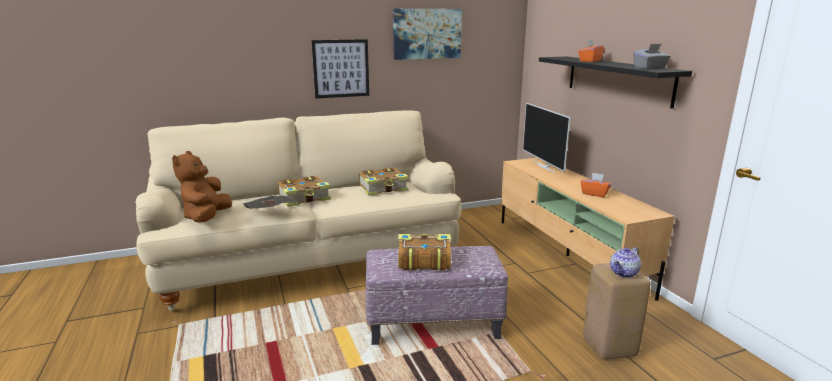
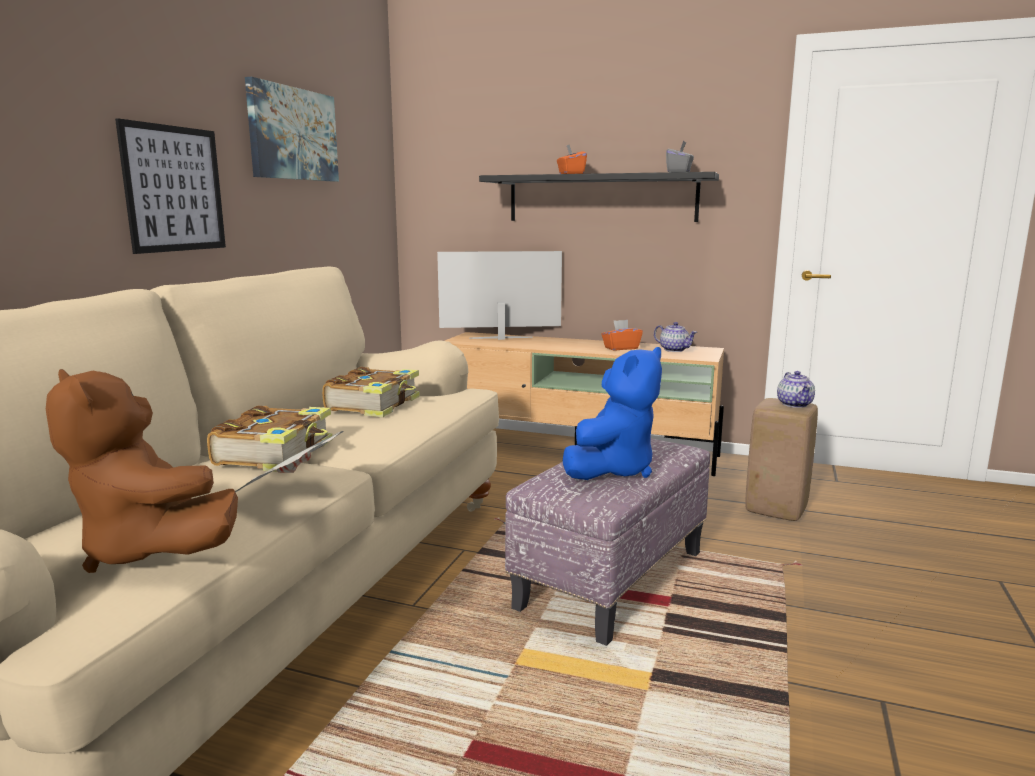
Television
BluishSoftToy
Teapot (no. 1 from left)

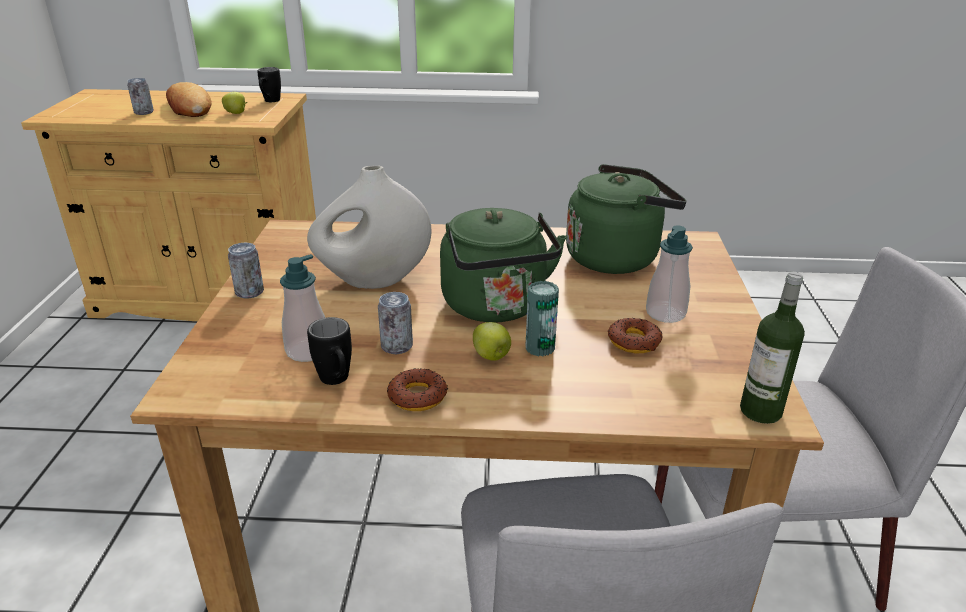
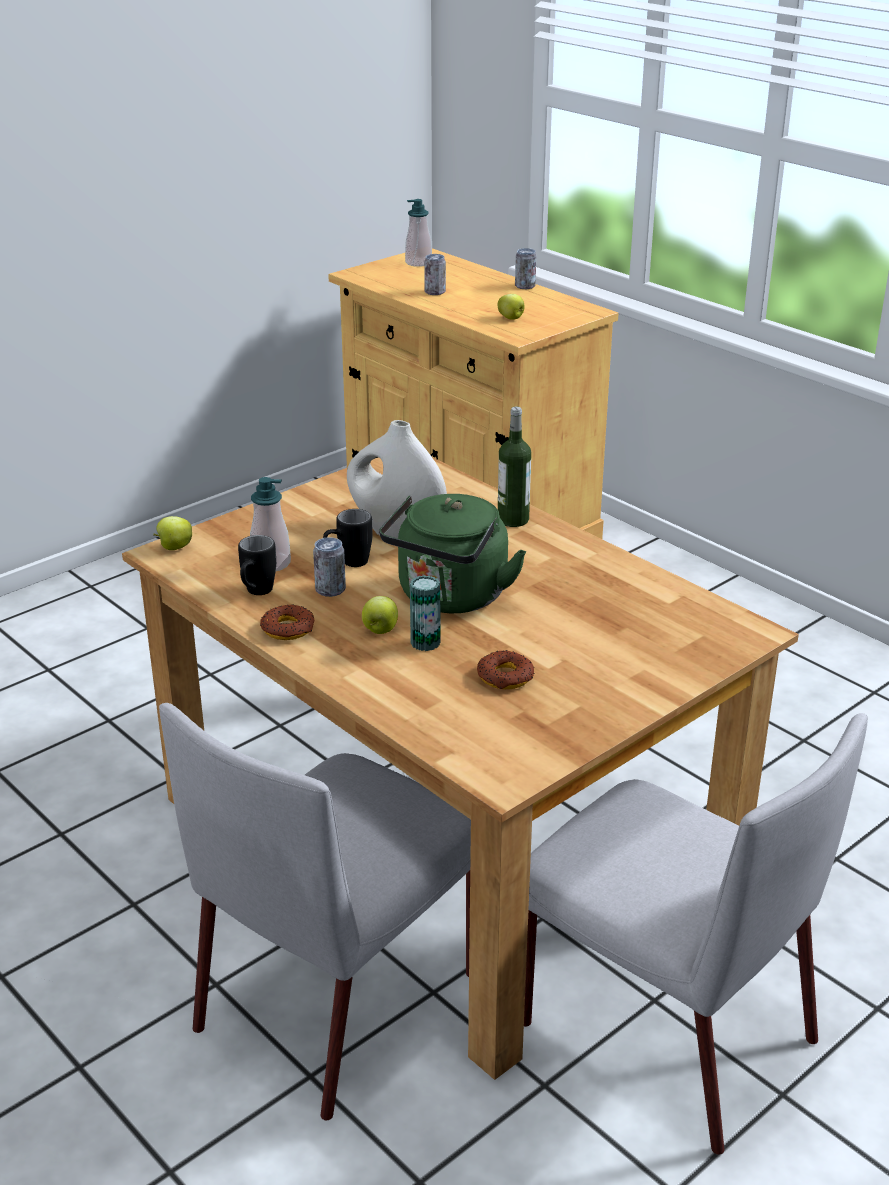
Apple (no. 1 from left)
BlackCoffeeMug (no. 2 from left)
LiquidSoapBottle (no. 2 from left)
BeverageBottle
SealedCan (no. 4 from left)
Bread
GreenTeaKettle (no. 2 from left in the first image)

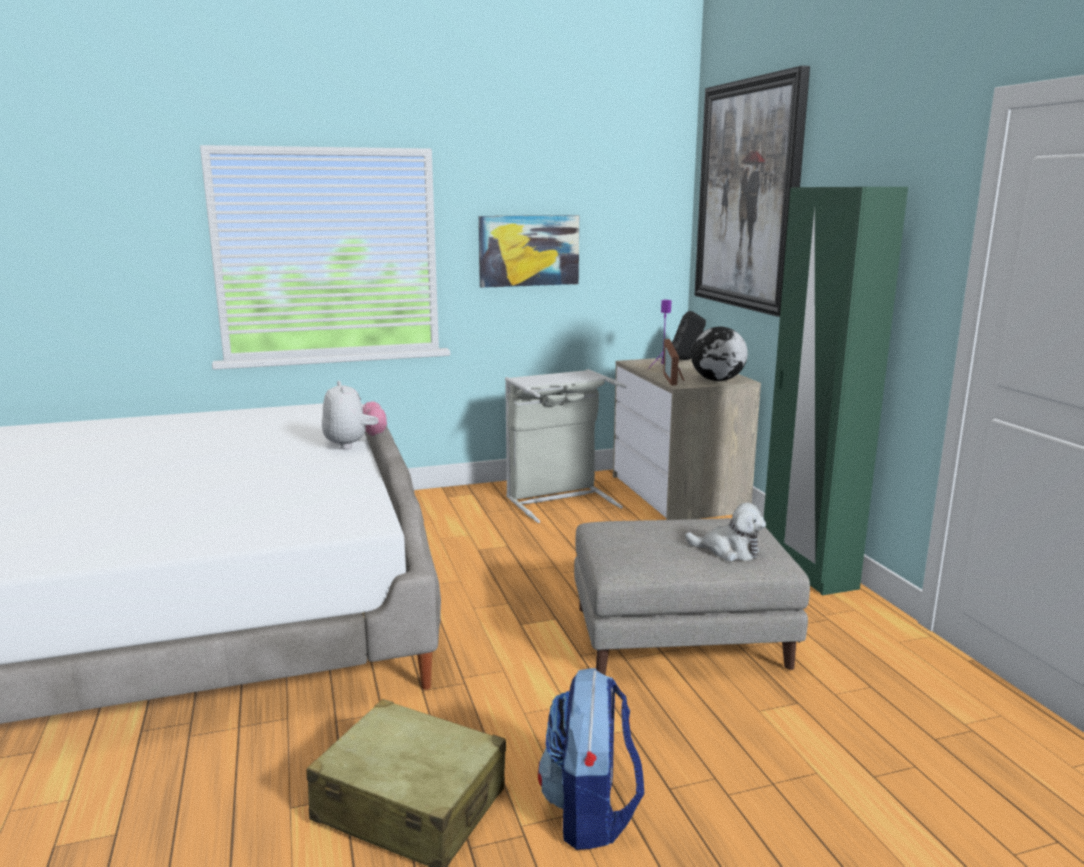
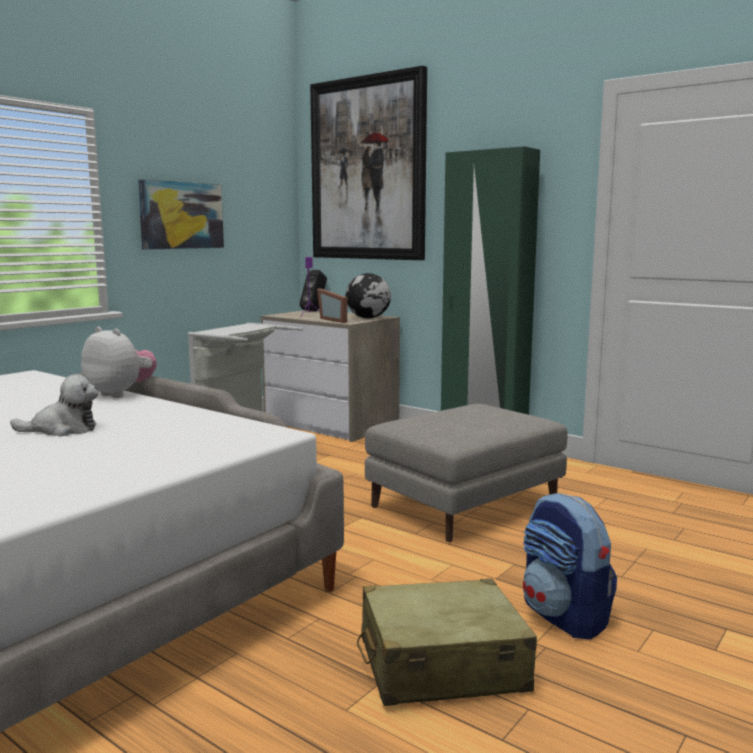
SoftToy (no. 1 from left)

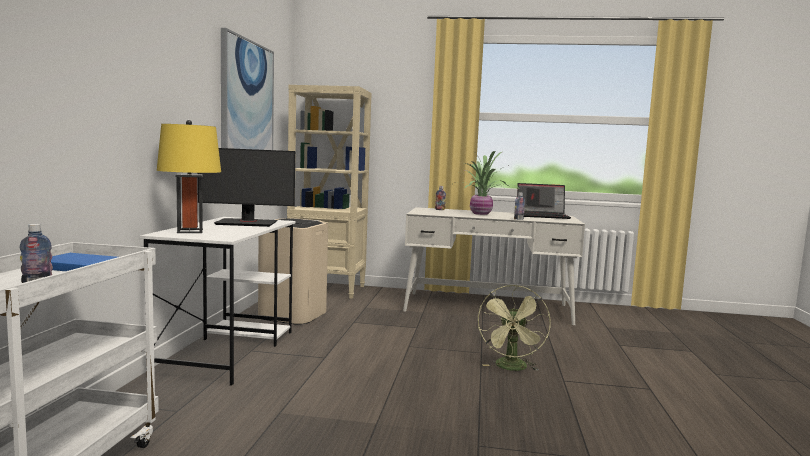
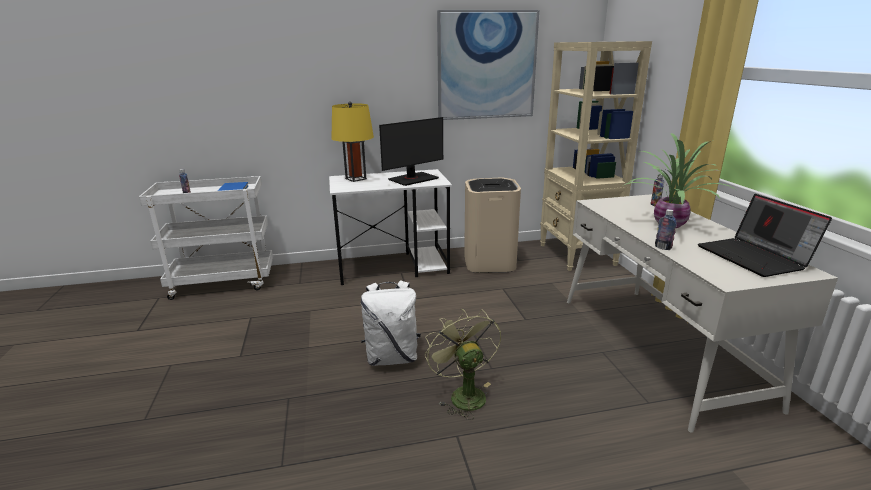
WhiteColouredKnapsack
ComputerDisplay
GreenFan

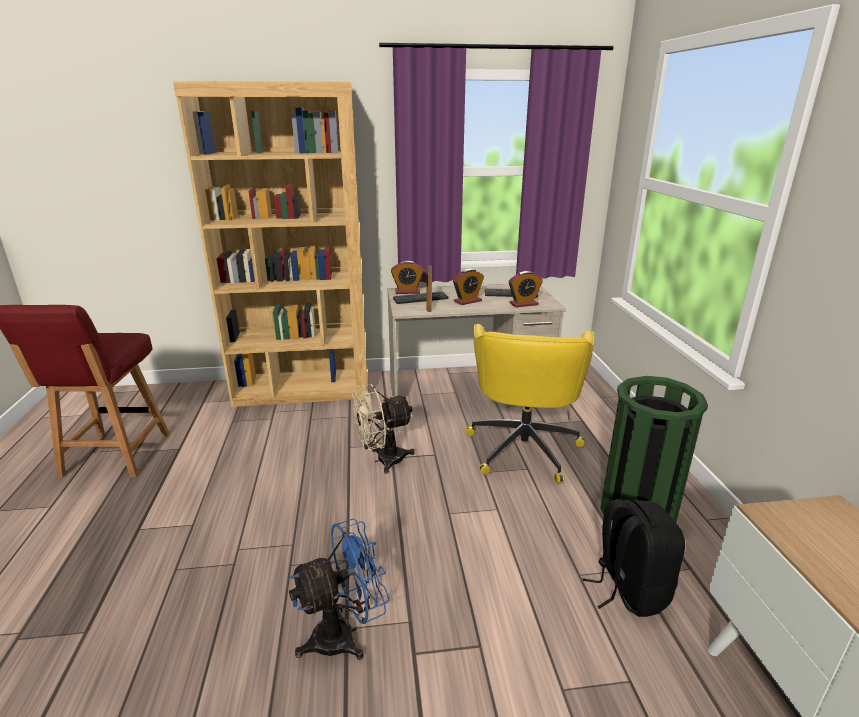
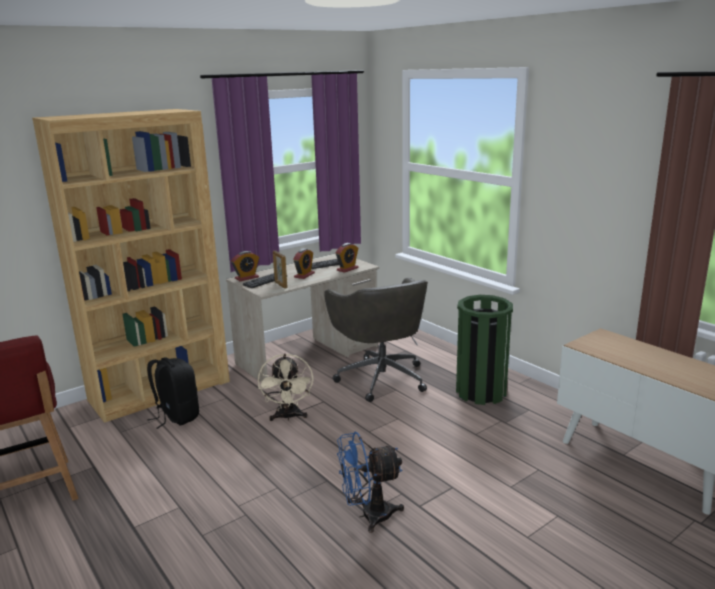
BlackKnapsack
BeigeFan
GrayComputerChair
BluishFan

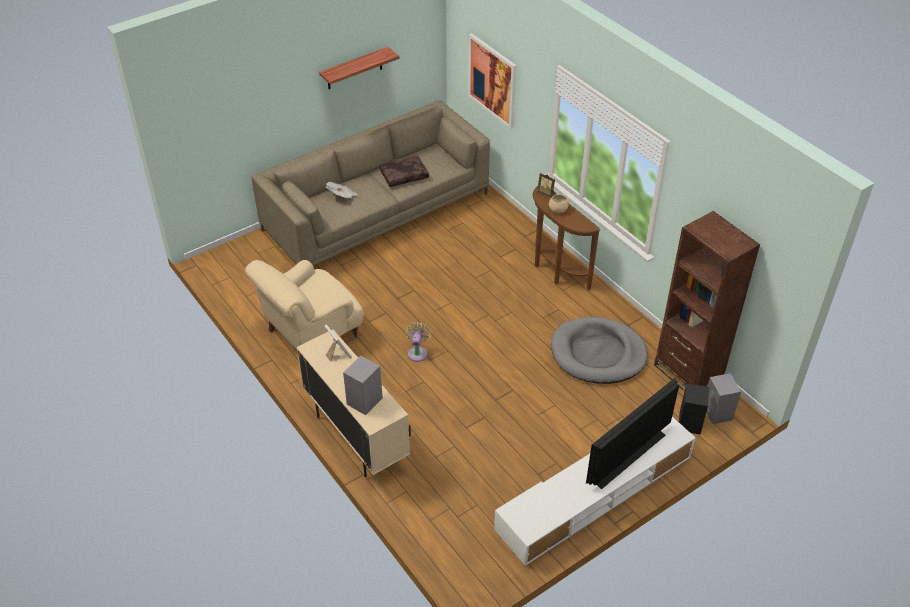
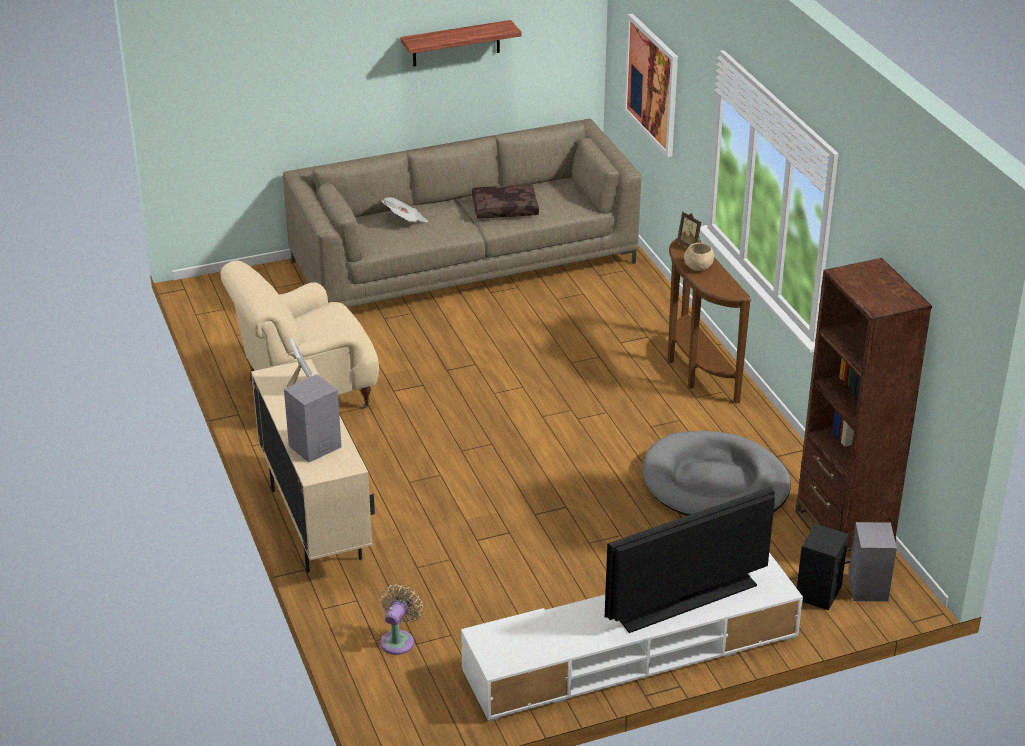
BeigeFan

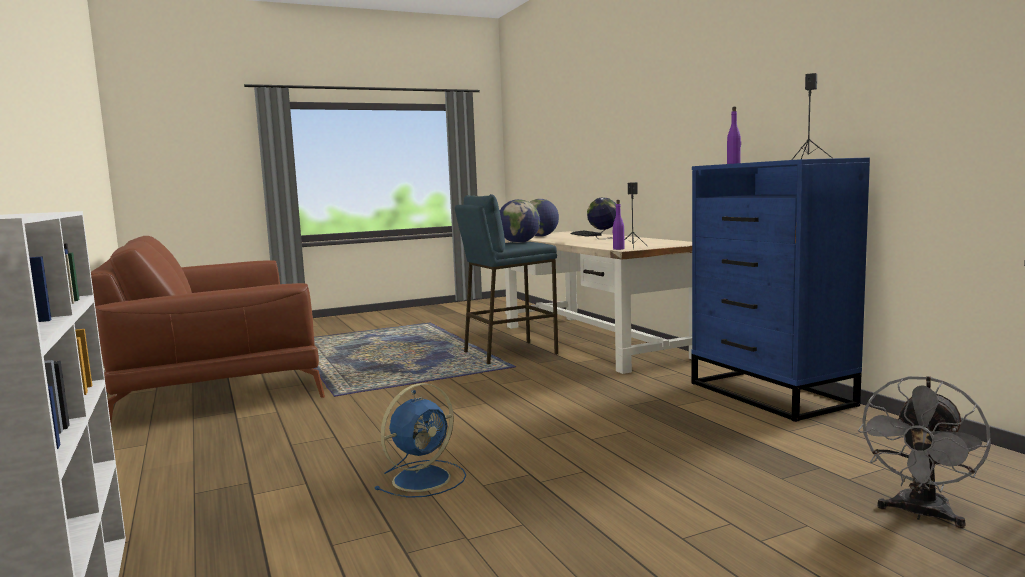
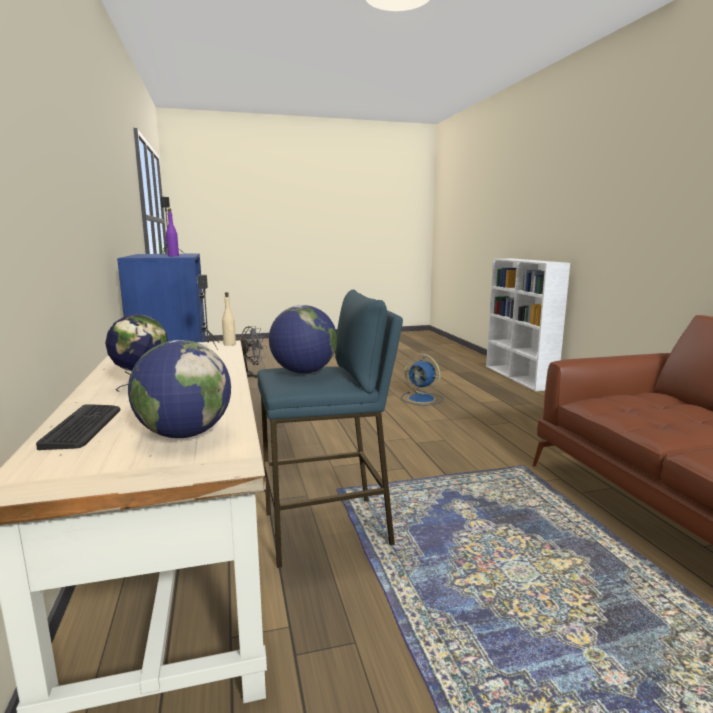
BeigeBeverageBottle
BluishFan

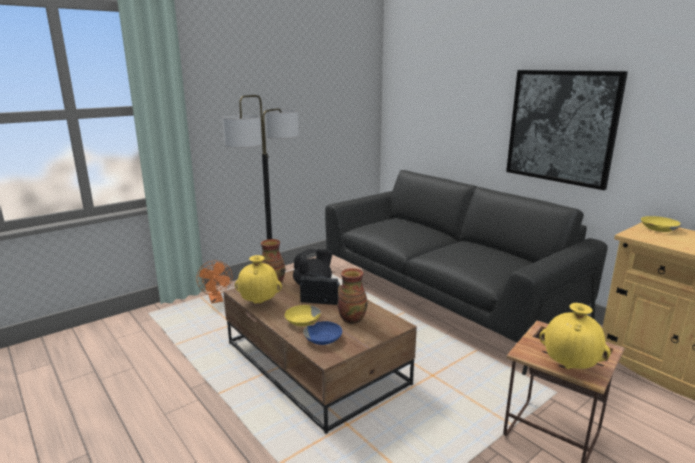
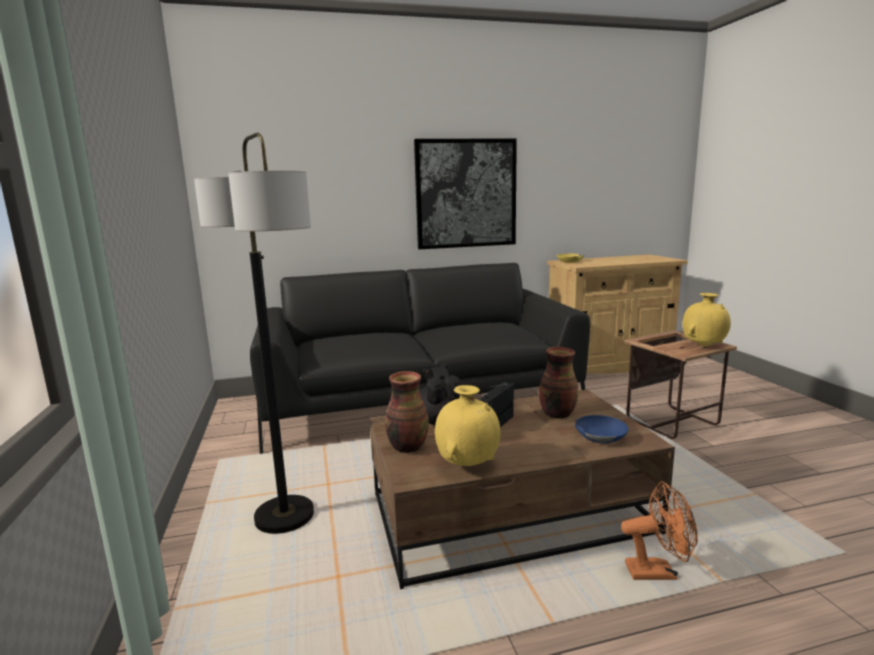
OrangeyFan
YellowishDeepDish (no. 1 from left in the first image)

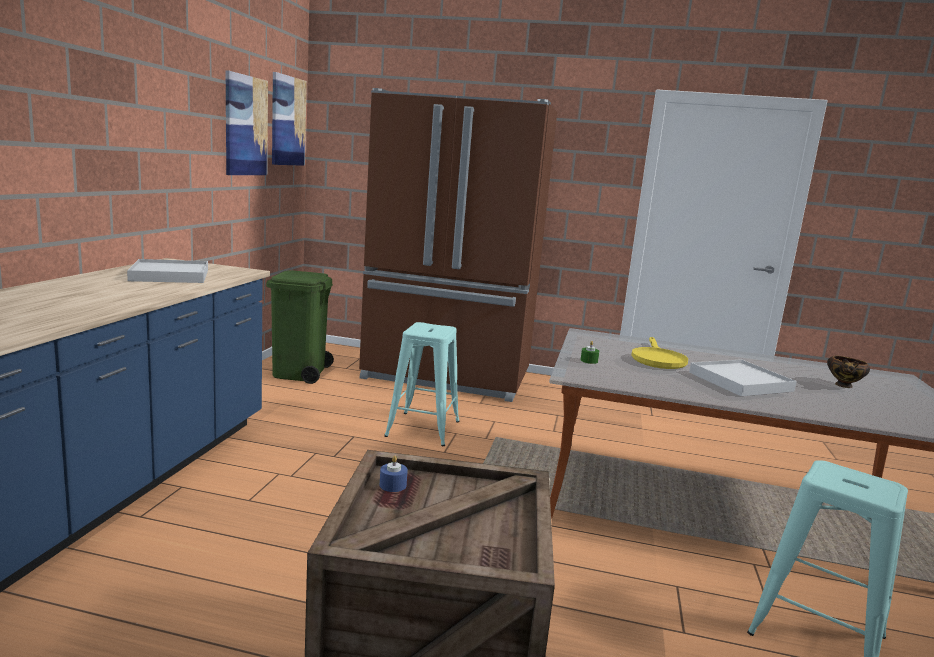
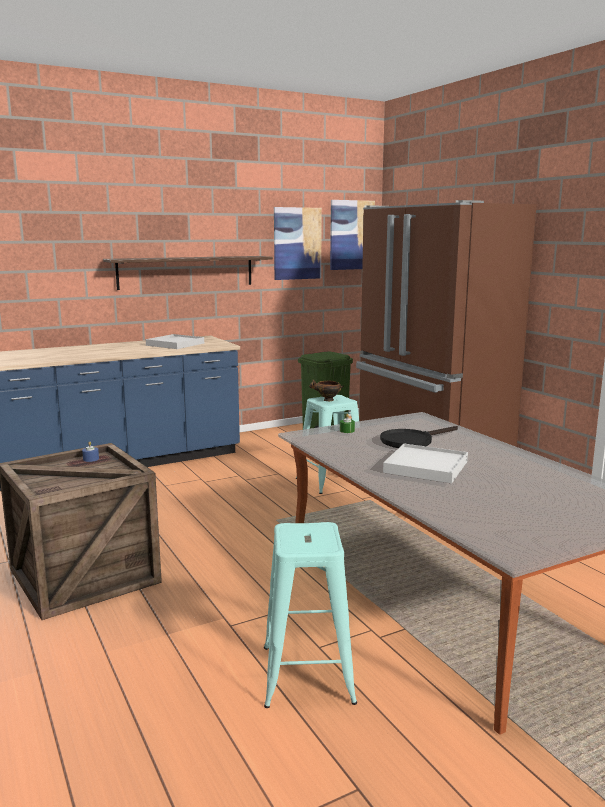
Shelf
DeepDish
BlackSkillet

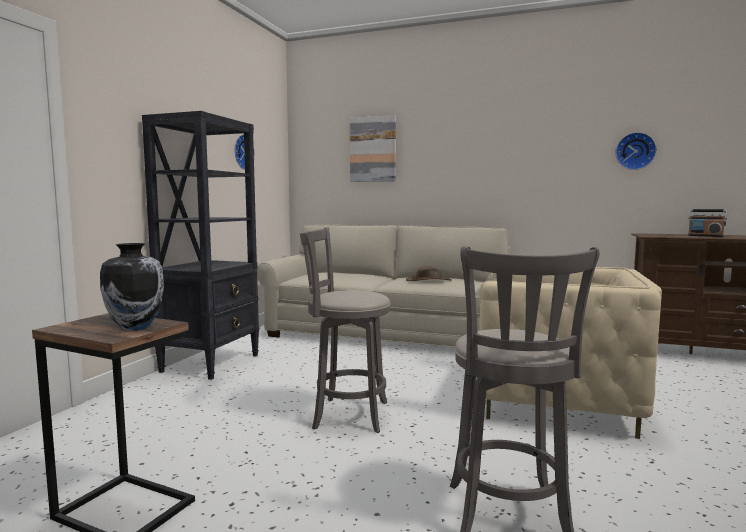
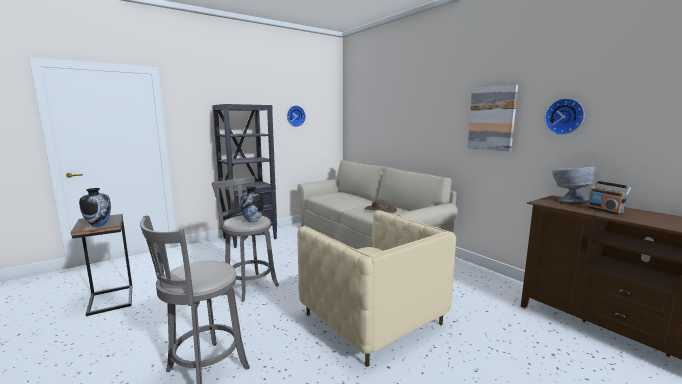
Vase (no. 2 from left)
Picture
GrayDeepDish

